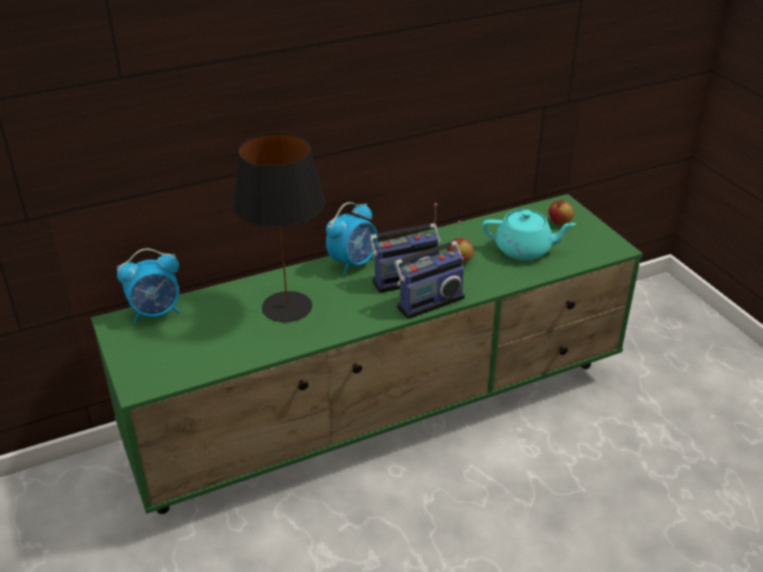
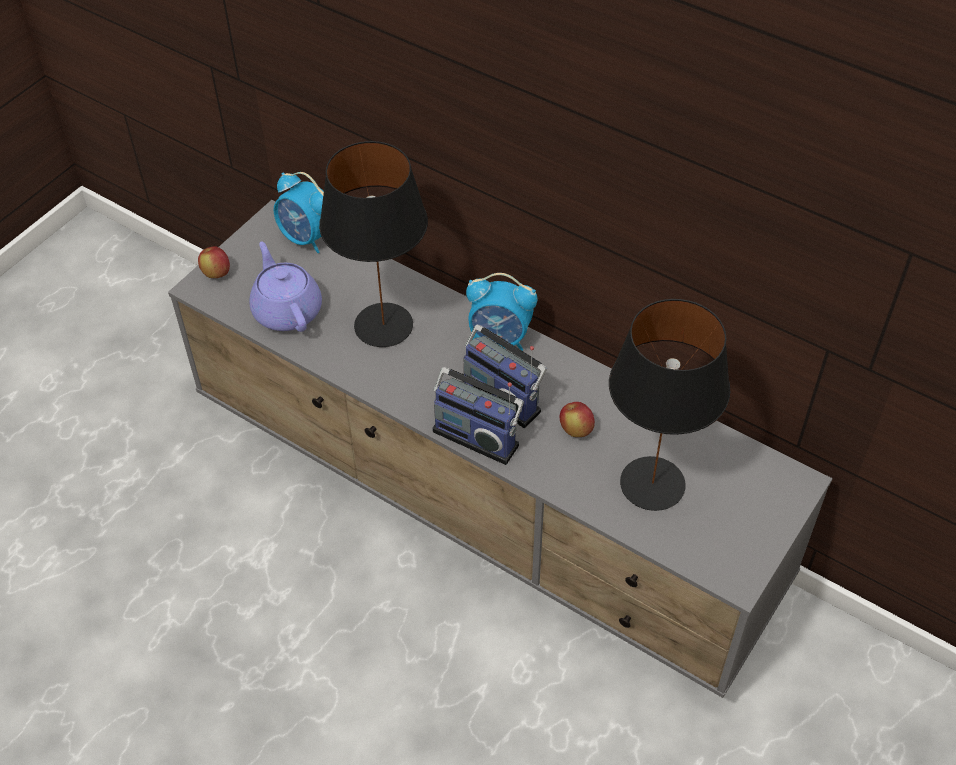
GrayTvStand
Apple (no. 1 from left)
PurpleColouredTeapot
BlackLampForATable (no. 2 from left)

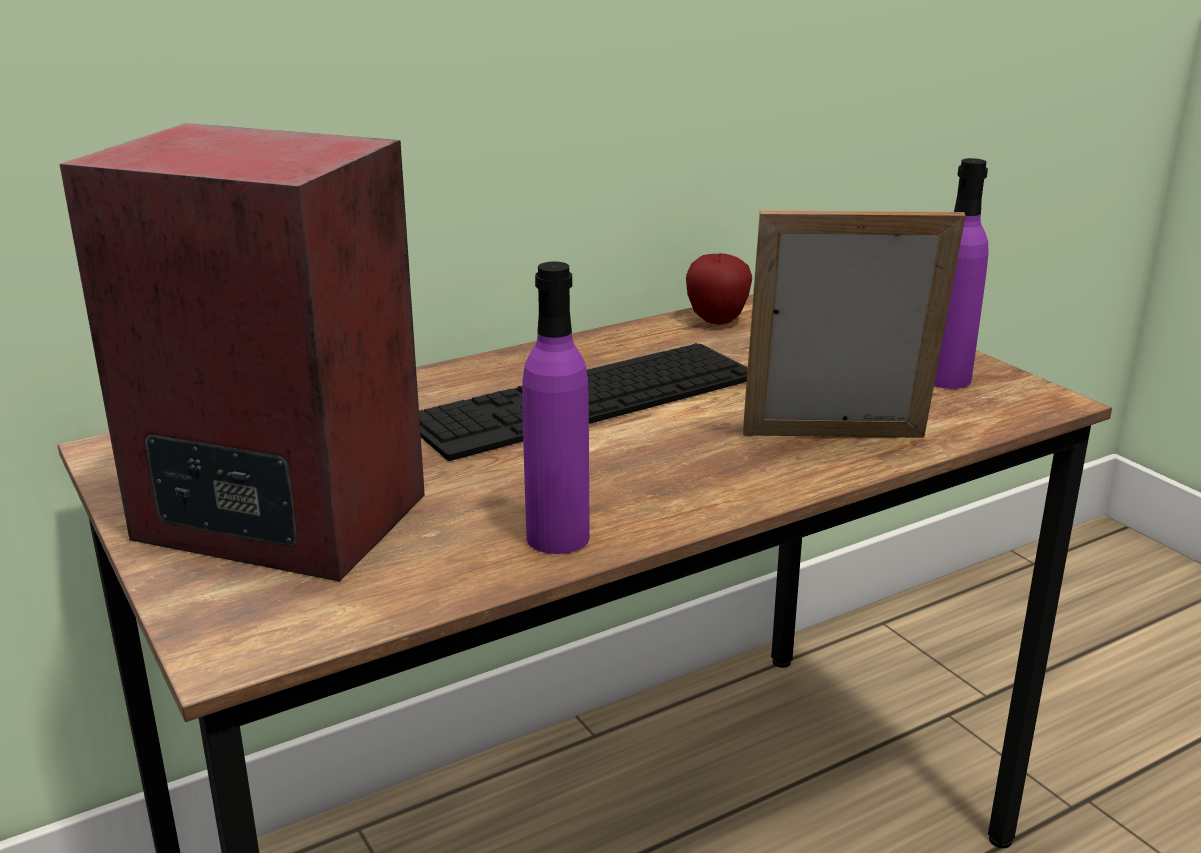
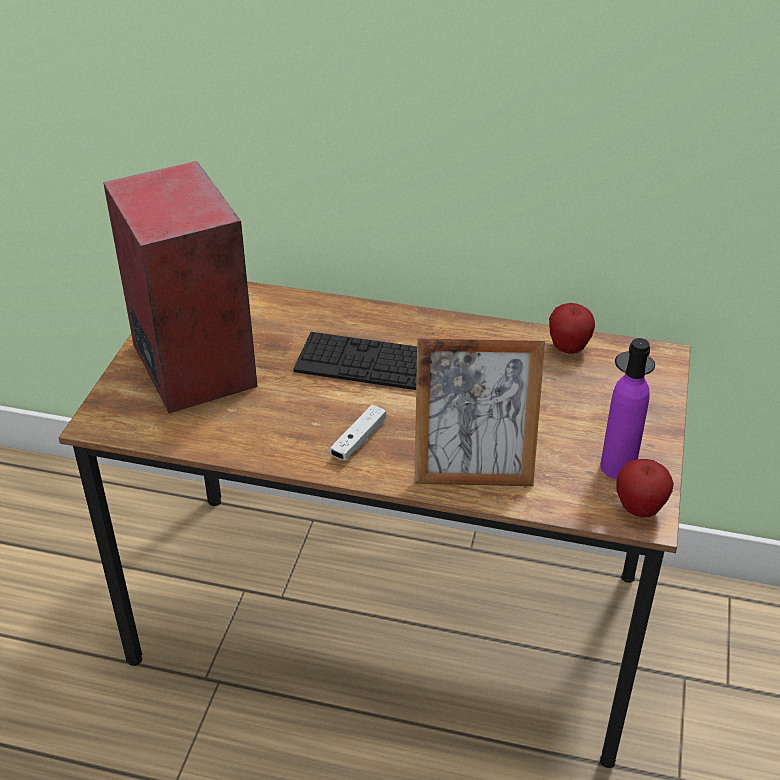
WhiteColouredGamepad
PictureFrame
Apple (no. 2 from left)
PurpleColouredBeverageBottle (no. 1 from left in the first image)

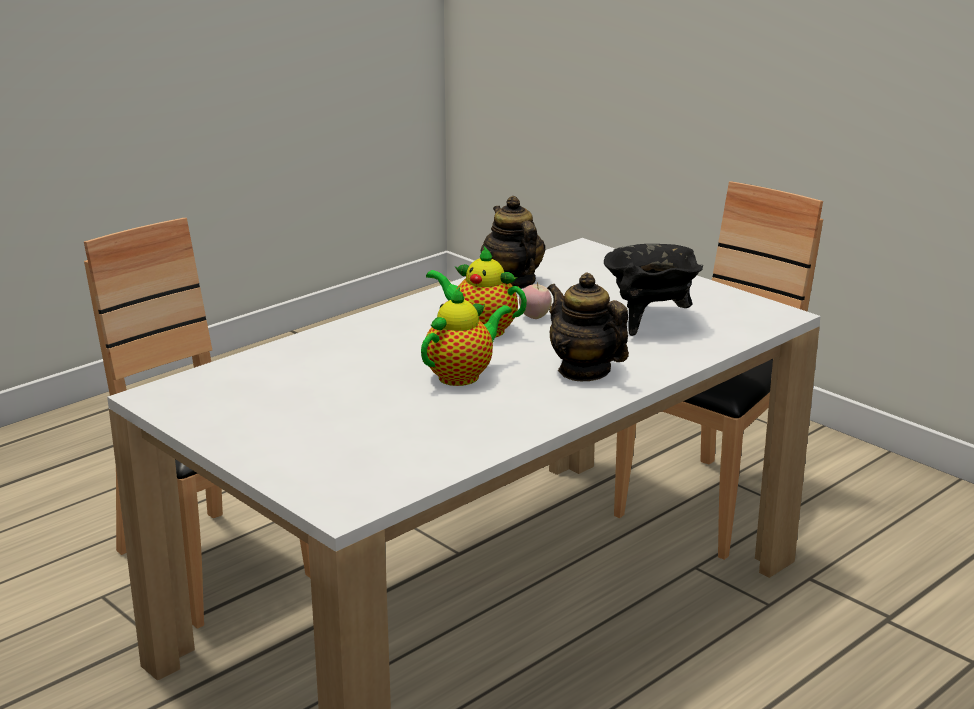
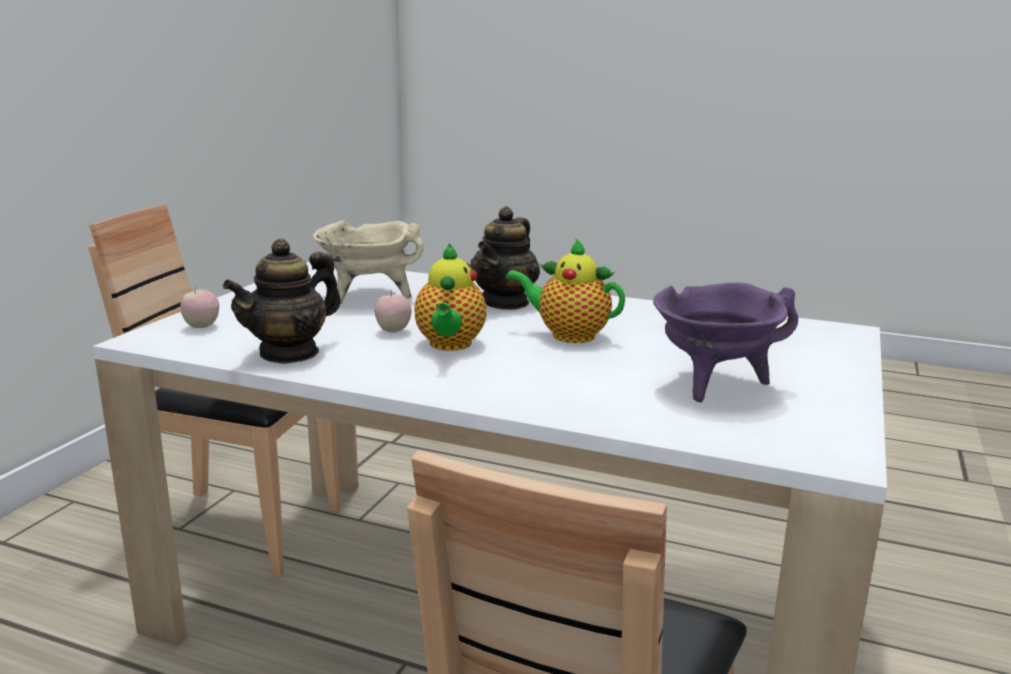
Apple (no. 1 from left)
BeigeCookingPot
PurpleColouredCookingPot

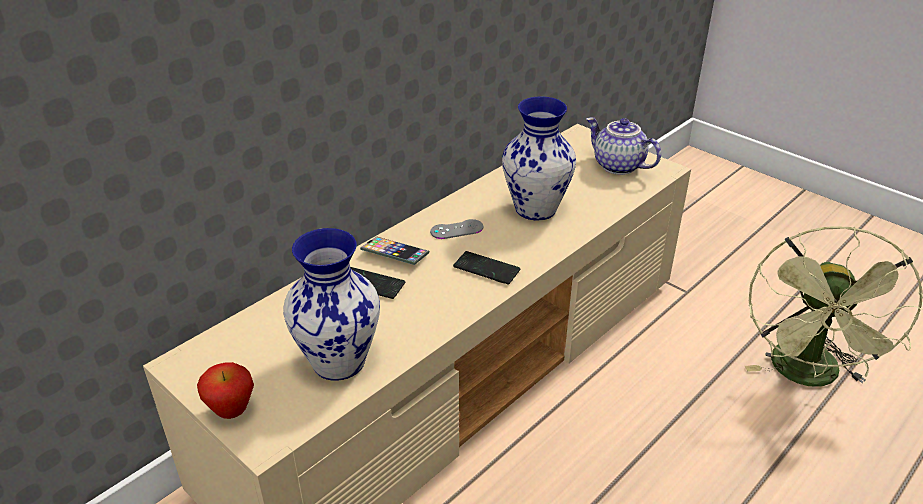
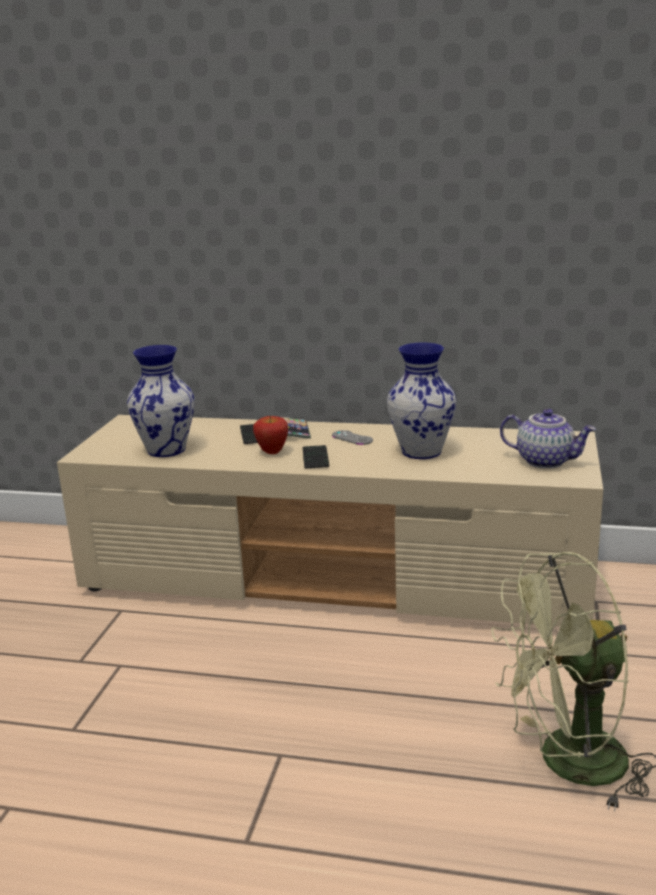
Apple
Teapot

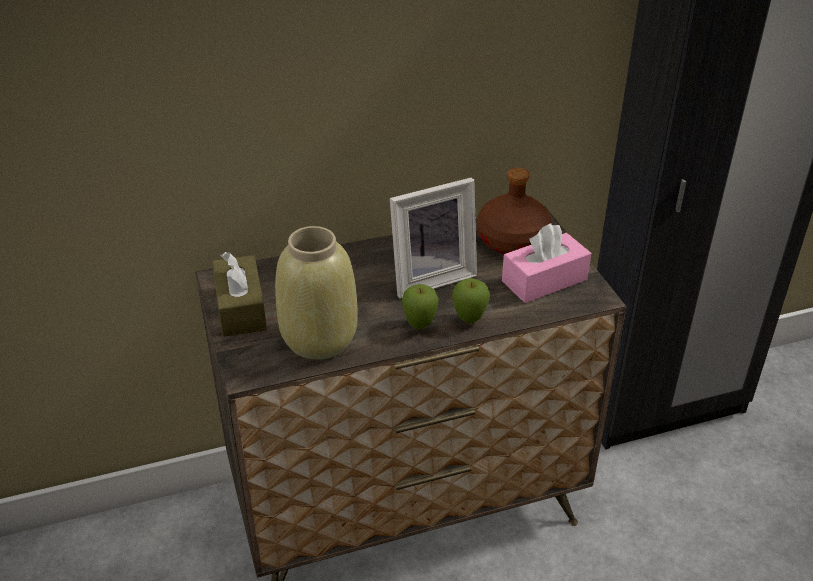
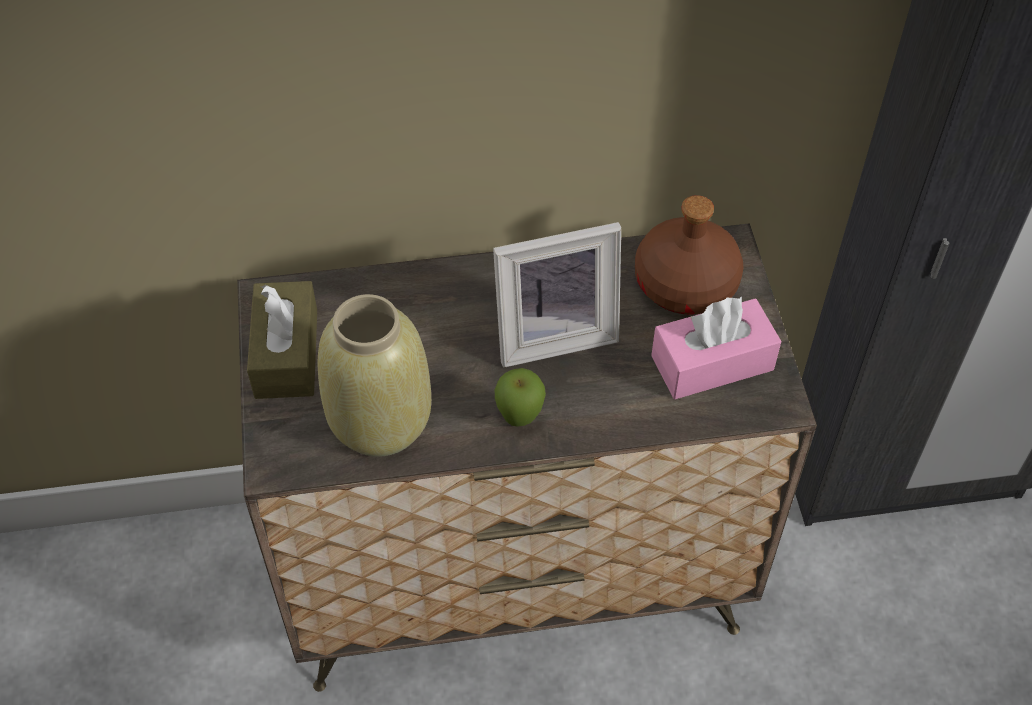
Apple (no. 2 from left in the first image)

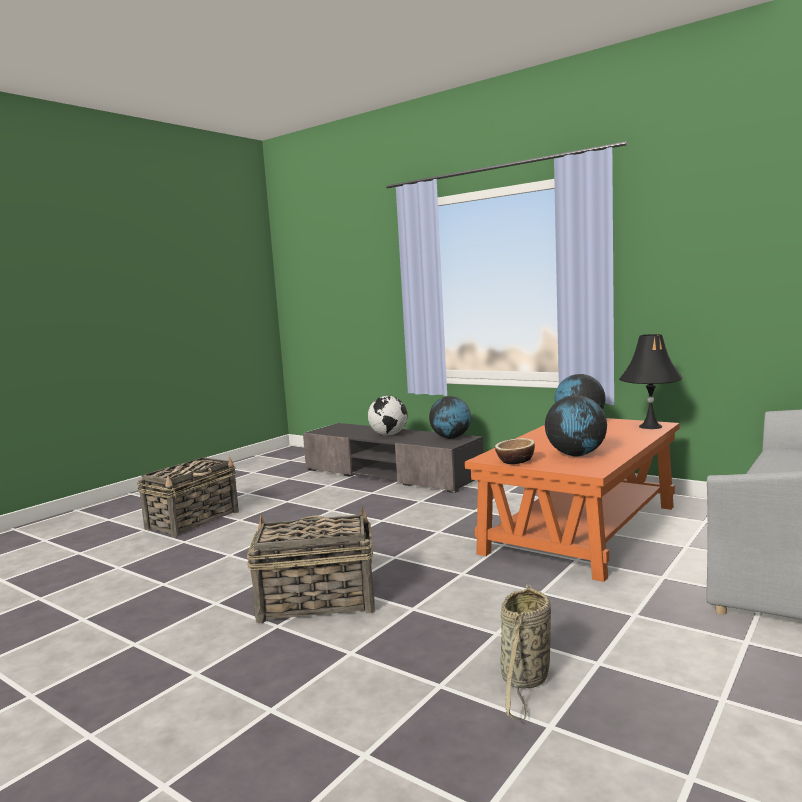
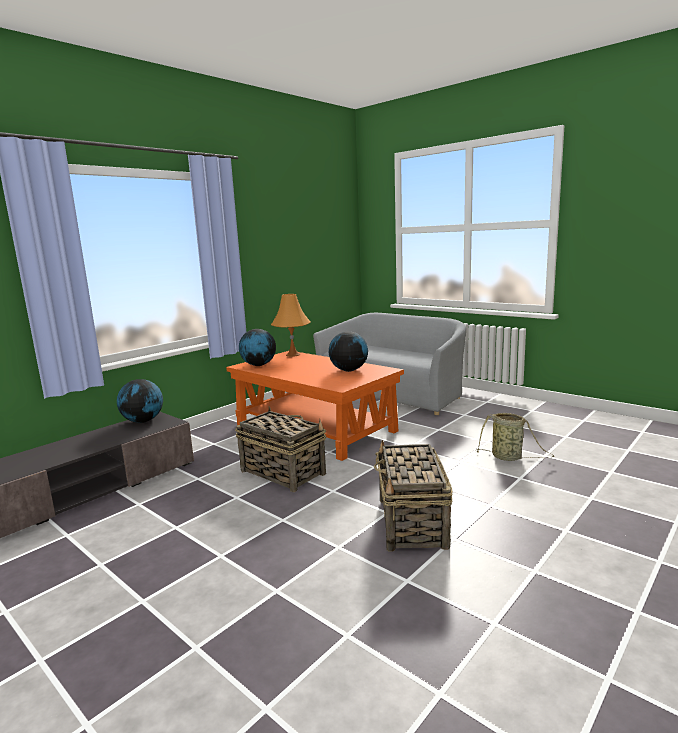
StorageBasket (no. 1 from left)
OrangeyLampForATable
WorldGlobe (no. 1 from left in the first image)
DeepDish

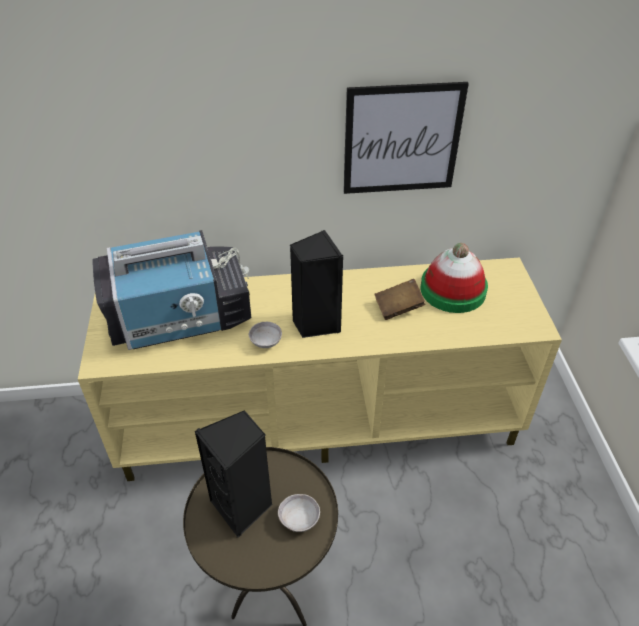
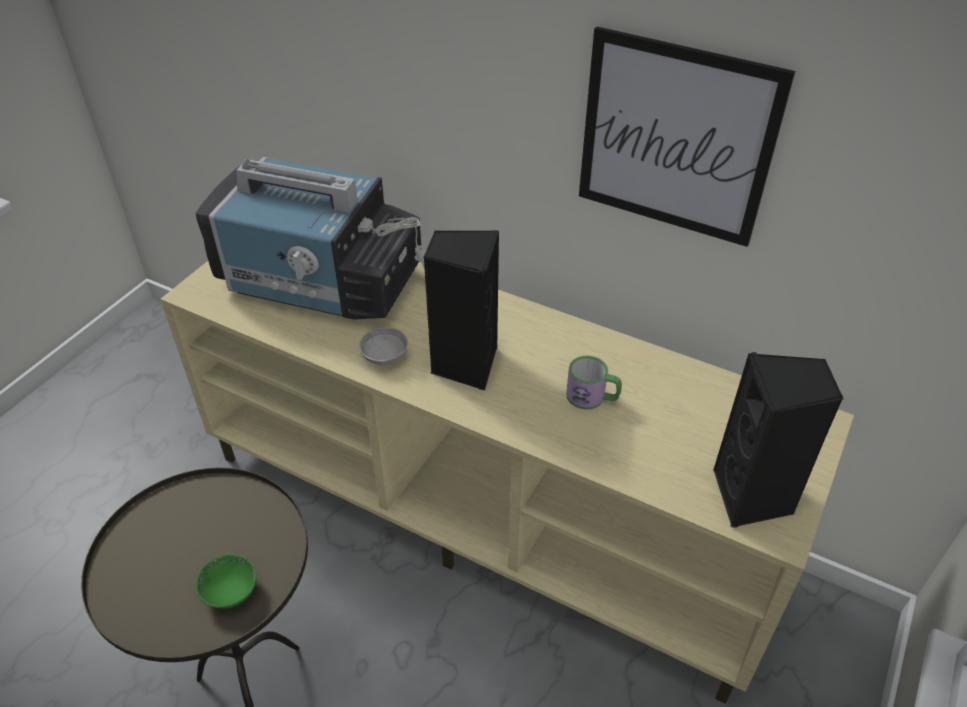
GreenDeepDish
CoffeeMug
BlackLoudspeaker (no. 2 from left)
ClothingHat

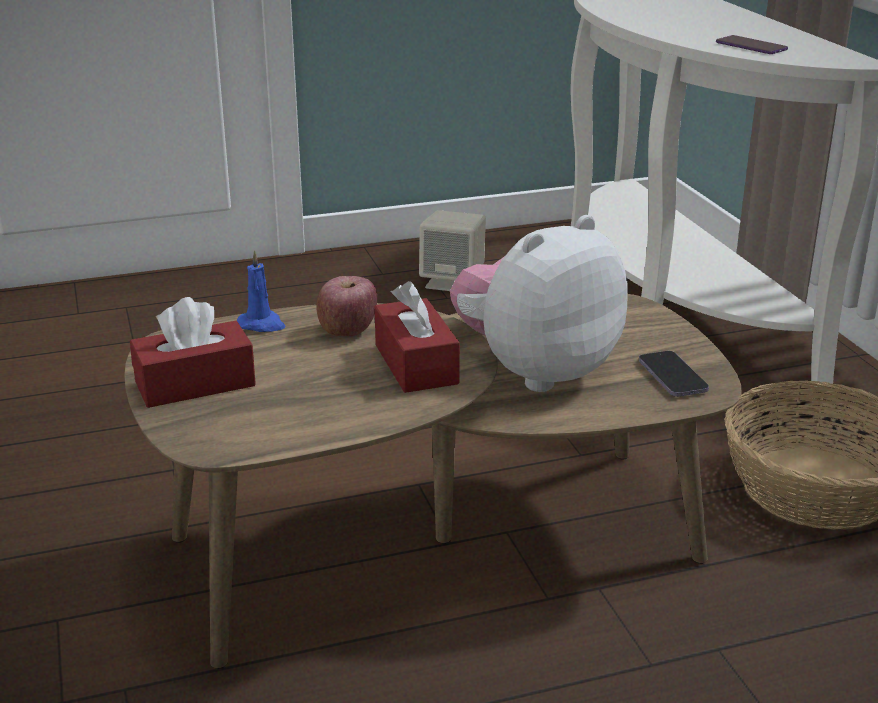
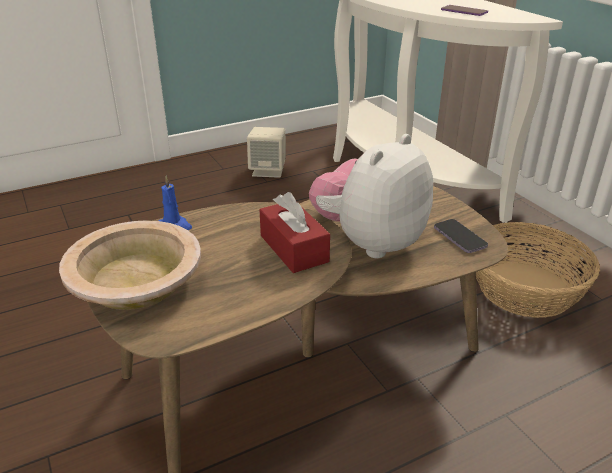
BeigeDeepDish
Apple

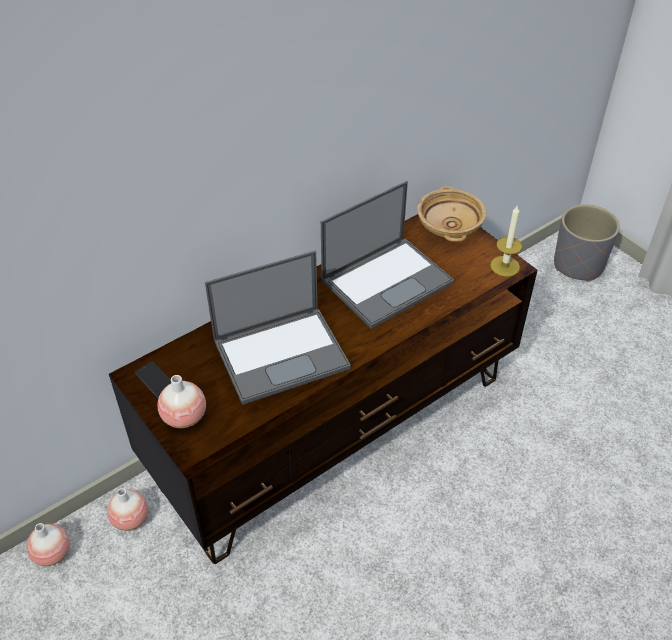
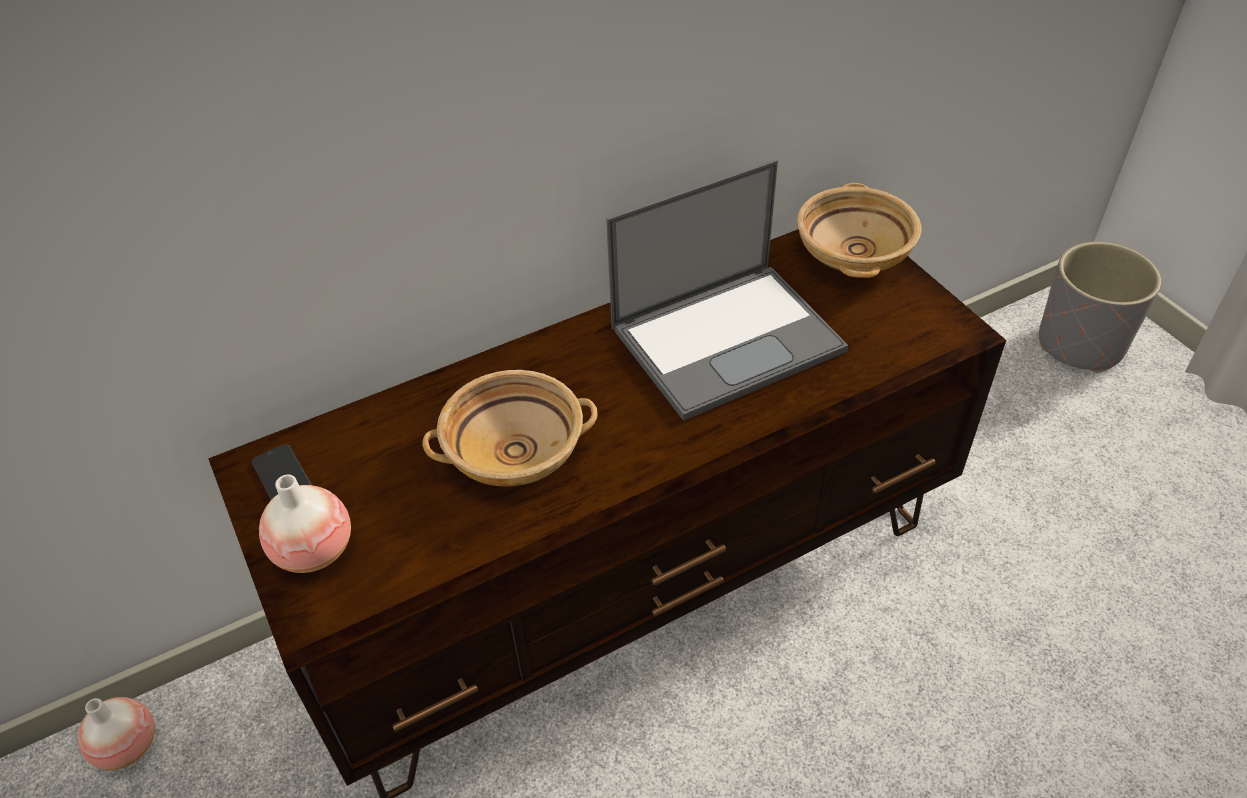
BeigeDeepDish (no. 1 from left)
Vase (no. 2 from left in the first image)
WaxLight

